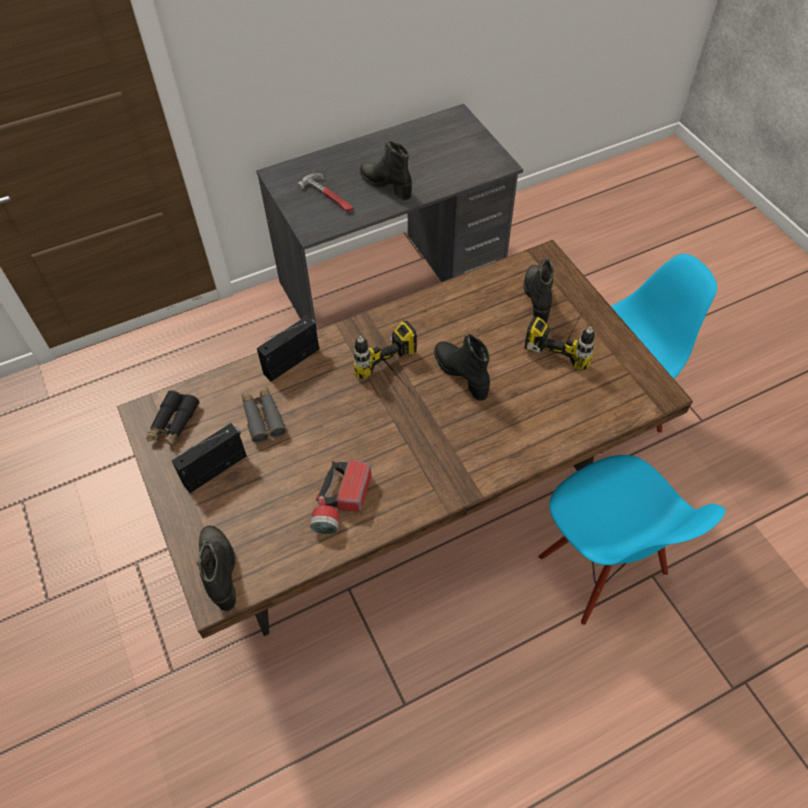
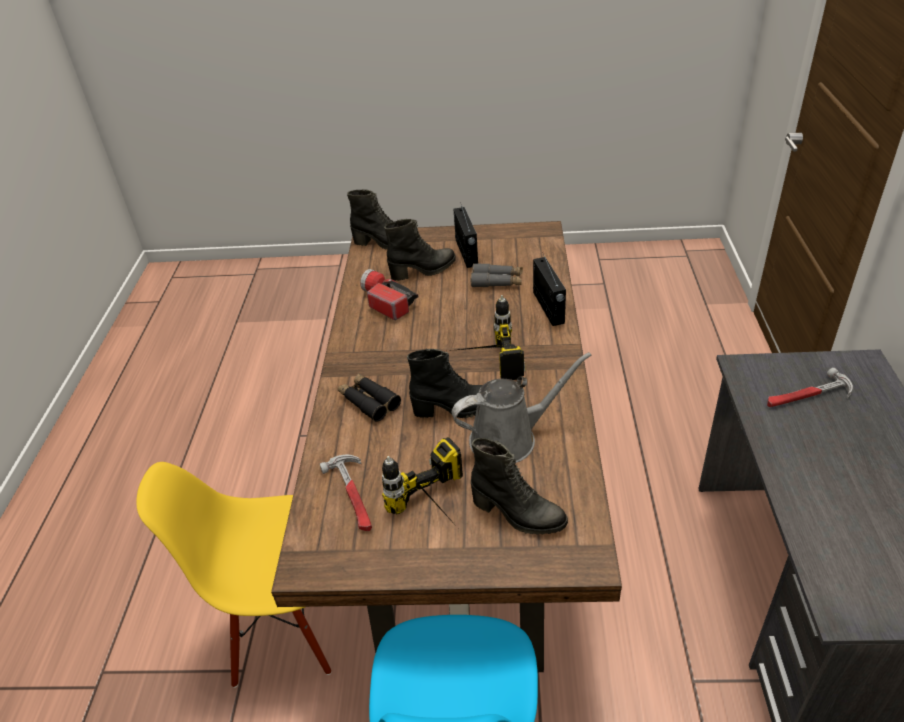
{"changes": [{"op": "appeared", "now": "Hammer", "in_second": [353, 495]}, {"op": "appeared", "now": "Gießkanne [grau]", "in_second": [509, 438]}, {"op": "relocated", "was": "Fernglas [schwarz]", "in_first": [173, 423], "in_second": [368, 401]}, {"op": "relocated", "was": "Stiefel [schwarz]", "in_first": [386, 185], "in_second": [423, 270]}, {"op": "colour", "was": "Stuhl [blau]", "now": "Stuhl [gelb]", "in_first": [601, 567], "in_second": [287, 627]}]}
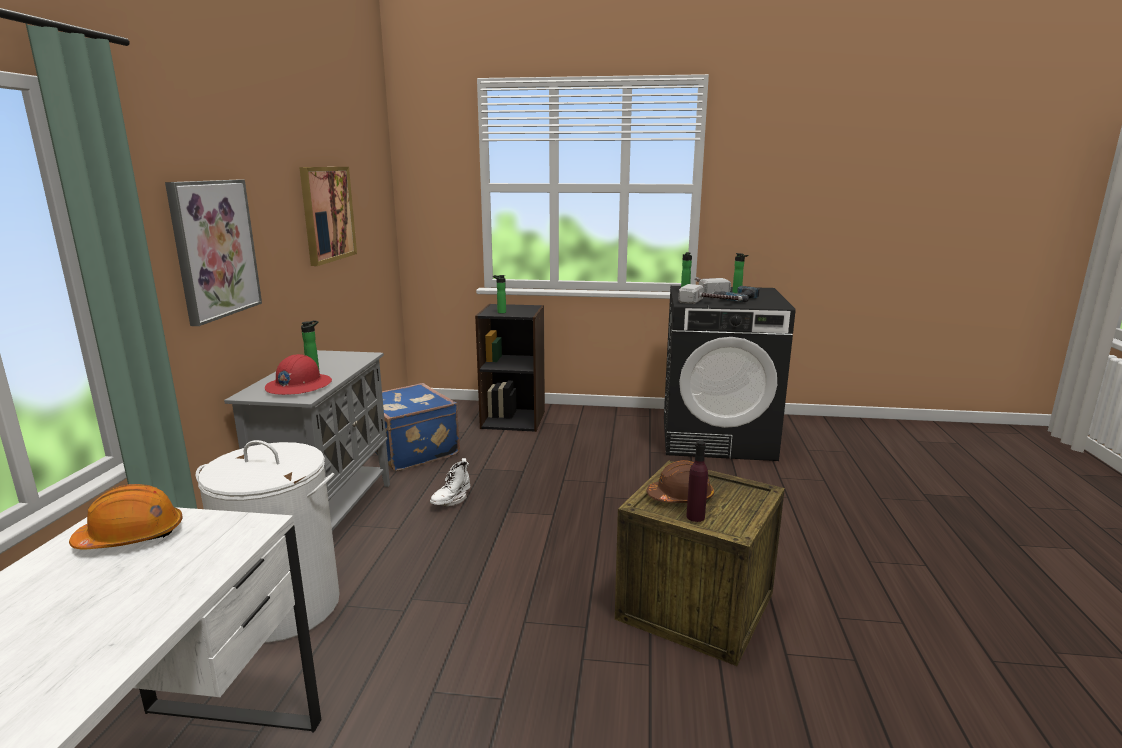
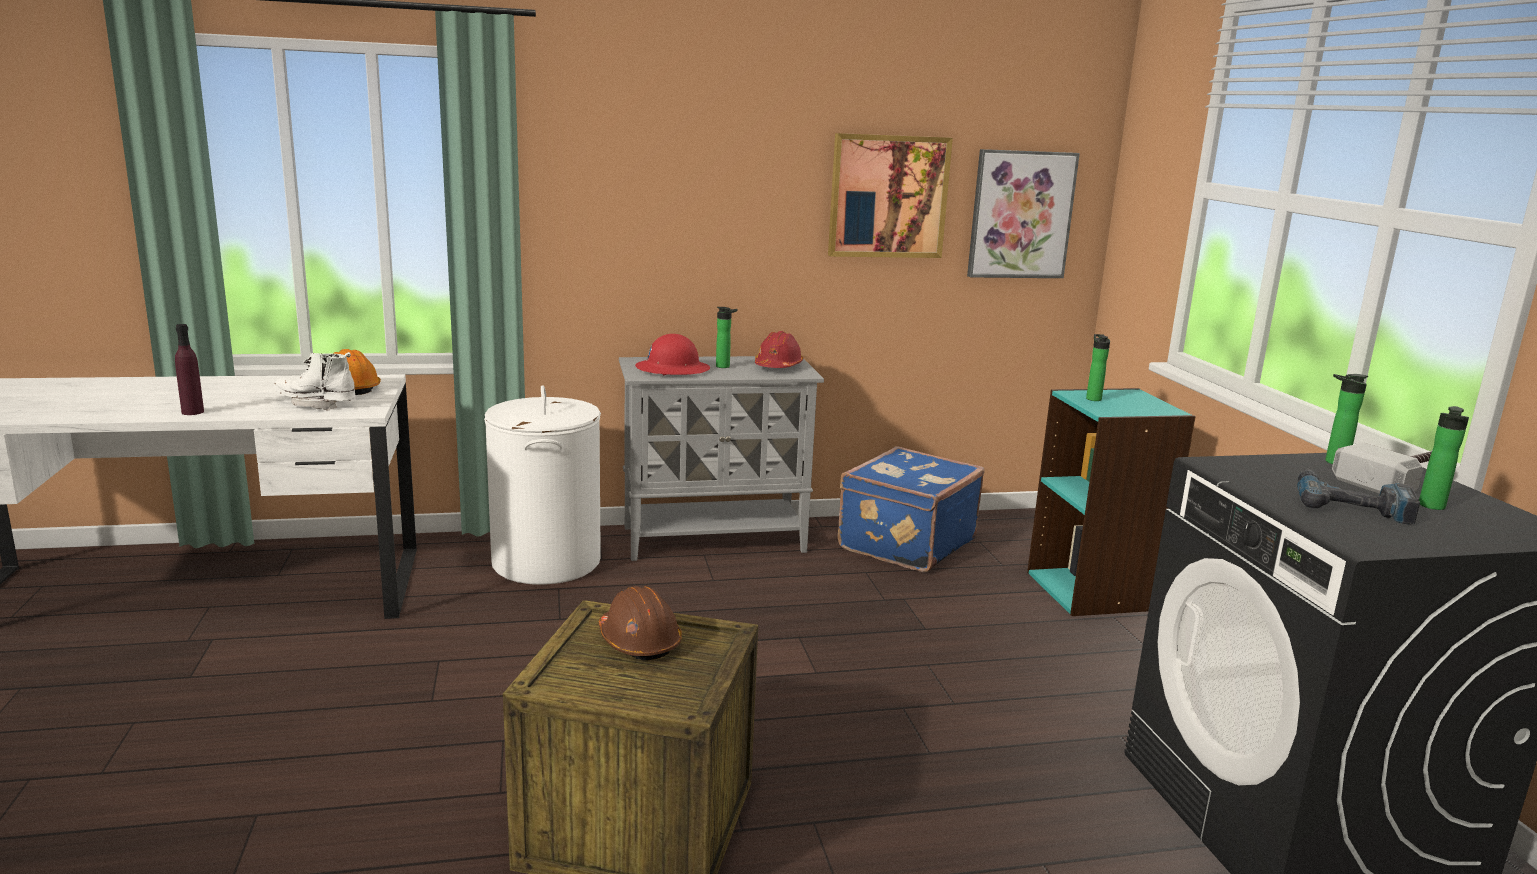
{"changes": [{"op": "missing", "was": "Hammer", "in_first": [710, 303]}, {"op": "appeared", "now": "Schutzhelm [rot]", "in_second": [778, 366]}, {"op": "relocated", "was": "Bild", "in_first": [214, 249], "in_second": [1020, 214]}, {"op": "relocated", "was": "Stiefel [weiß]", "in_first": [451, 501], "in_second": [316, 404]}, {"op": "relocated", "was": "Flasche [lila]", "in_first": [695, 517], "in_second": [192, 412]}, {"op": "colour", "was": "Bücherregal [schwarz]", "now": "Bücherregal [türkis]", "in_first": [513, 419], "in_second": [1093, 590]}]}
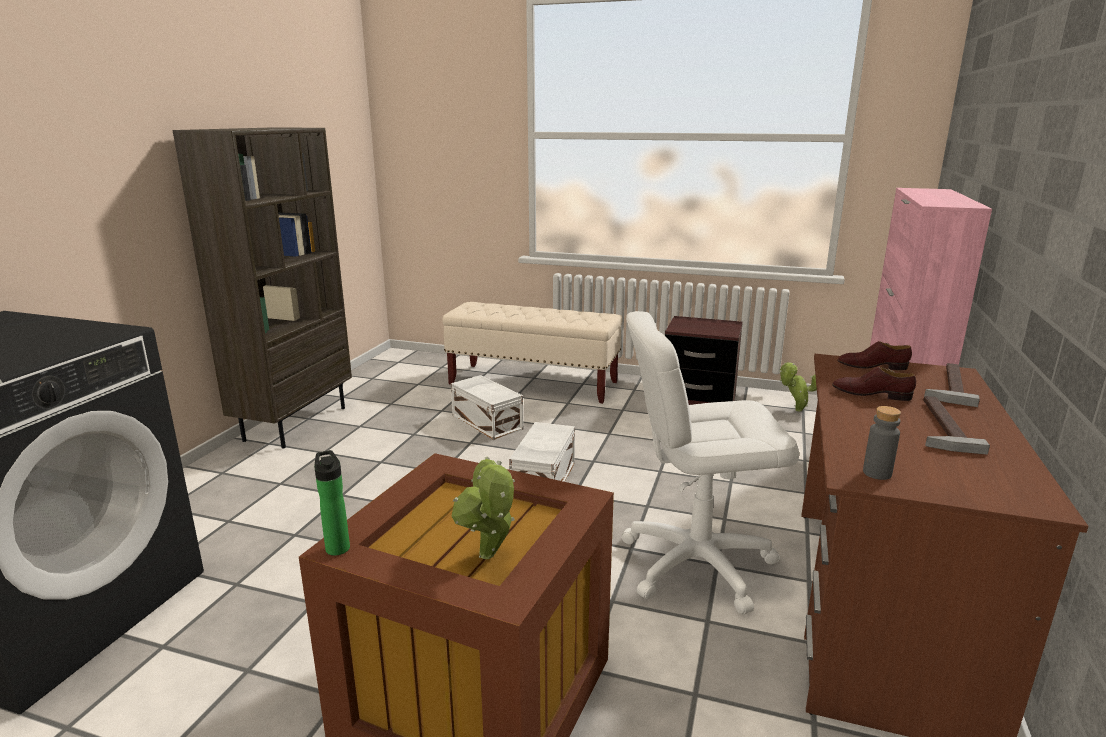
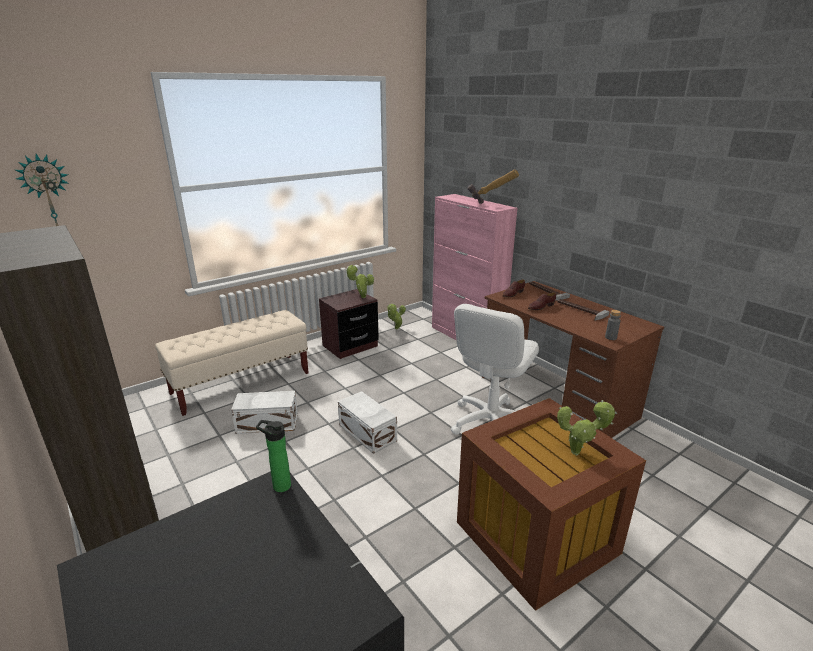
{"changes": [{"op": "appeared", "now": "Wanduhr", "in_second": [47, 194]}, {"op": "appeared", "now": "Topfpflanze", "in_second": [361, 297]}, {"op": "appeared", "now": "Hammer", "in_second": [490, 206]}, {"op": "relocated", "was": "Flasche", "in_first": [337, 546], "in_second": [279, 485]}]}
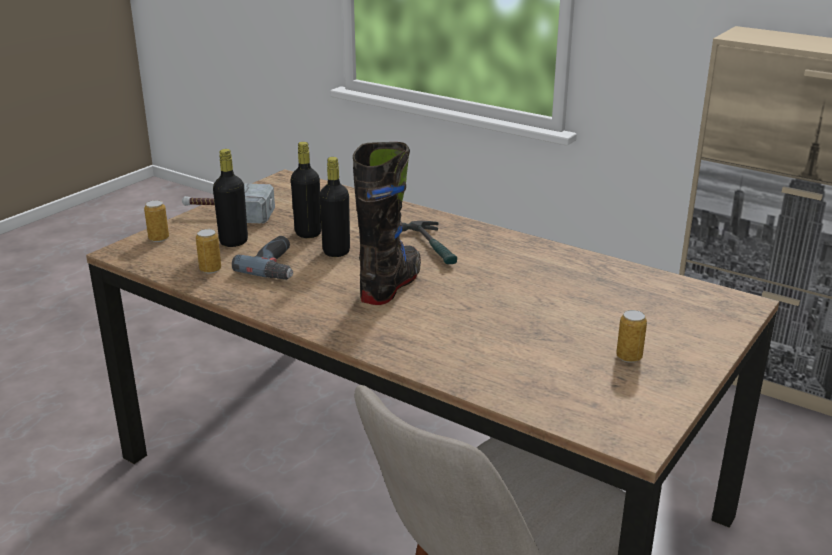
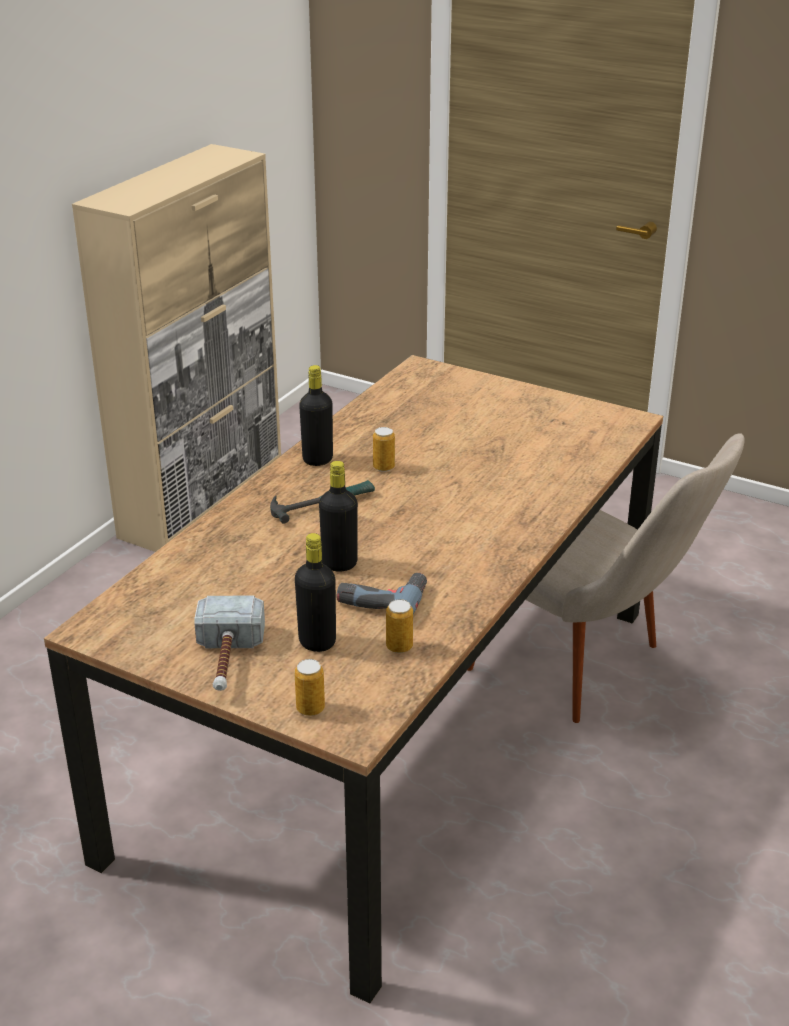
{"changes": [{"op": "missing", "was": "Stiefel [schwarz]", "in_first": [391, 285]}, {"op": "relocated", "was": "Flasche [schwarz]", "in_first": [308, 233], "in_second": [317, 460]}, {"op": "relocated", "was": "Dose", "in_first": [629, 357], "in_second": [384, 467]}]}
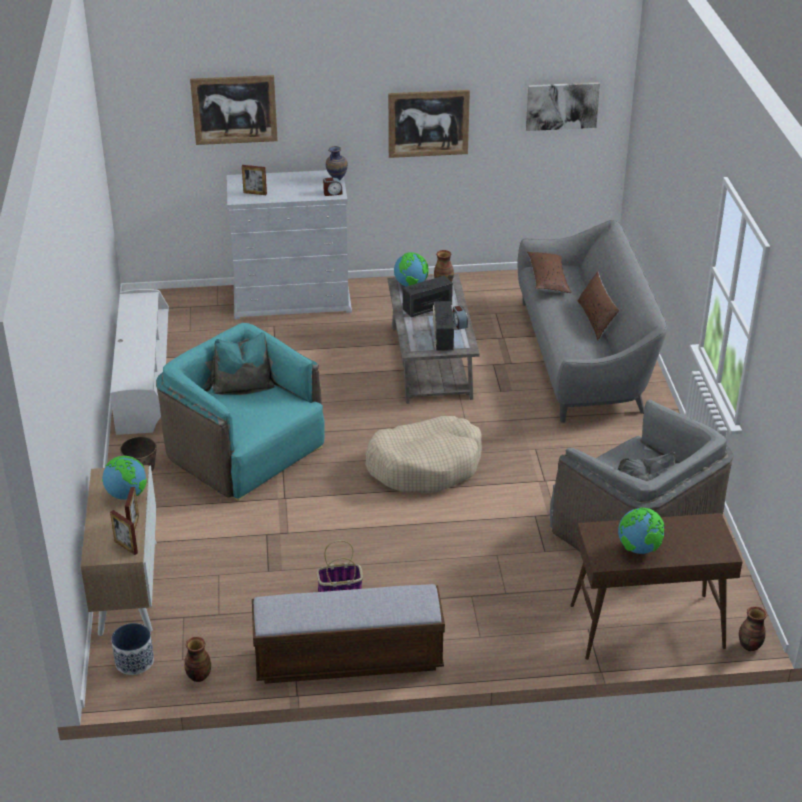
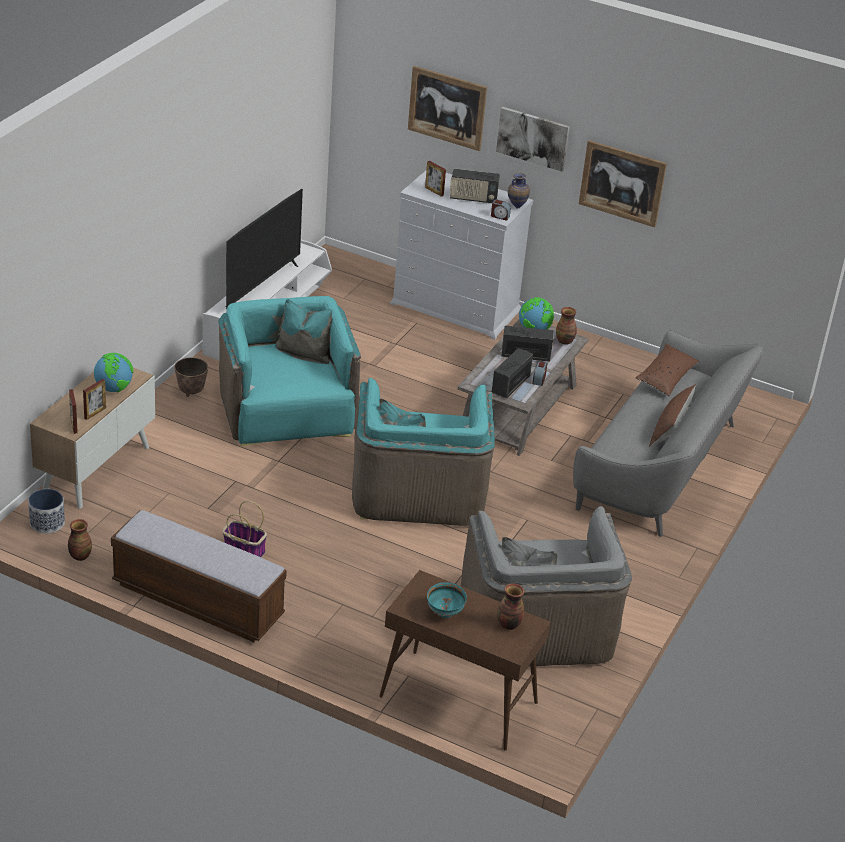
{"changes": [{"op": "appeared", "now": "Fernseher", "in_second": [262, 286]}, {"op": "appeared", "now": "Radio", "in_second": [473, 199]}, {"op": "relocated", "was": "Bild", "in_first": [562, 105], "in_second": [533, 138]}, {"op": "relocated", "was": "Vase", "in_first": [749, 646], "in_second": [508, 624]}, {"op": "exchanged", "was": "Hundebett [beige]", "now": "Sessel [türkis]", "in_first": [425, 465], "in_second": [418, 489]}, {"op": "exchanged", "was": "Globus", "now": "Schüssel [türkis]", "in_first": [639, 549], "in_second": [445, 613]}]}
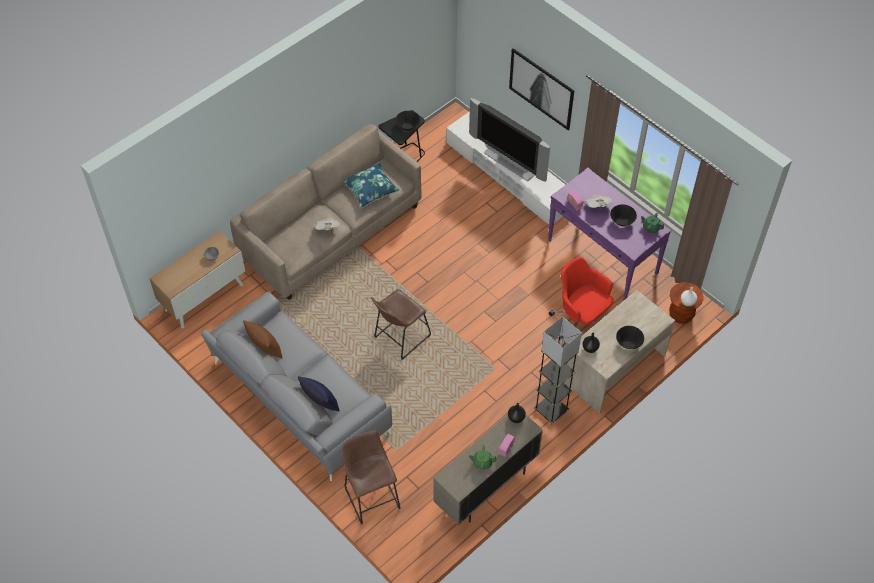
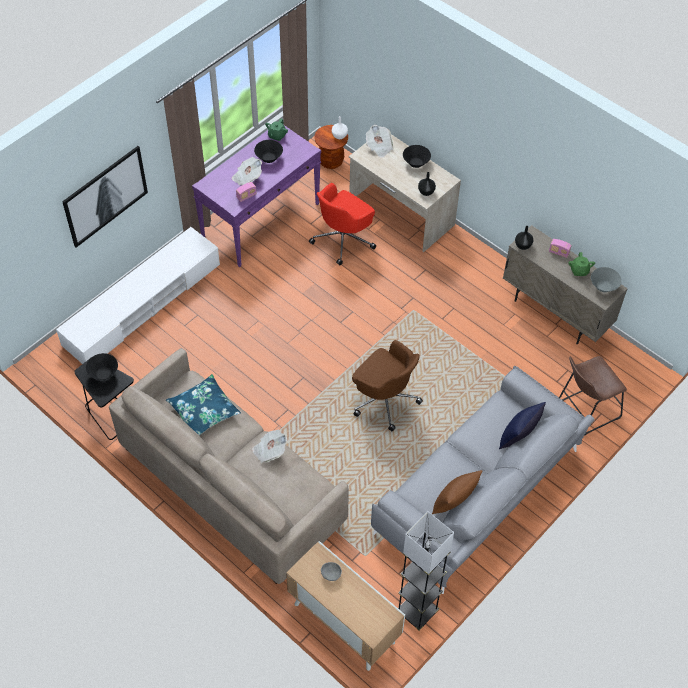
{"changes": [{"op": "missing", "was": "Fernseher", "in_first": [510, 162]}, {"op": "appeared", "now": "Zeitung", "in_second": [379, 147]}, {"op": "appeared", "now": "Schüssel [grau]", "in_second": [603, 286]}, {"op": "relocated", "was": "Stehlampe [grau]", "in_first": [551, 410], "in_second": [417, 612]}, {"op": "exchanged", "was": "Hocker [braun]", "now": "Bürostuhl [braun]", "in_first": [400, 338], "in_second": [384, 399]}]}
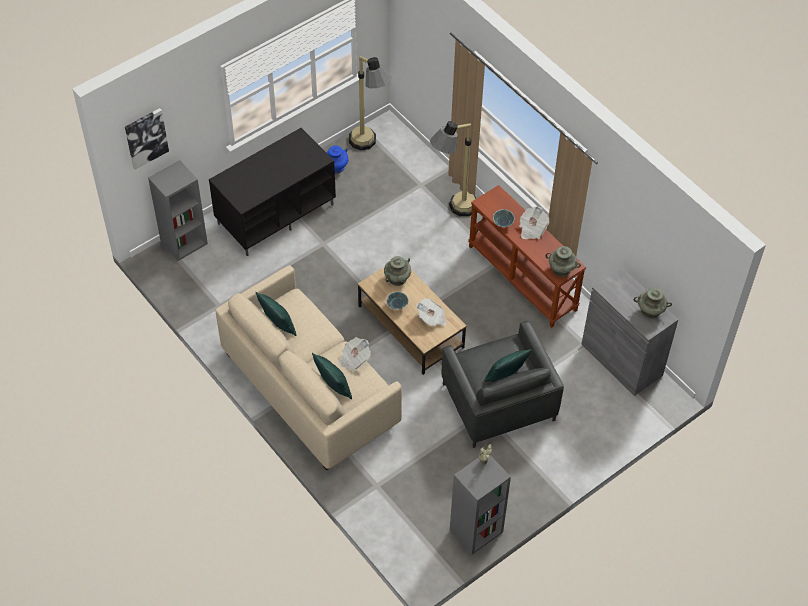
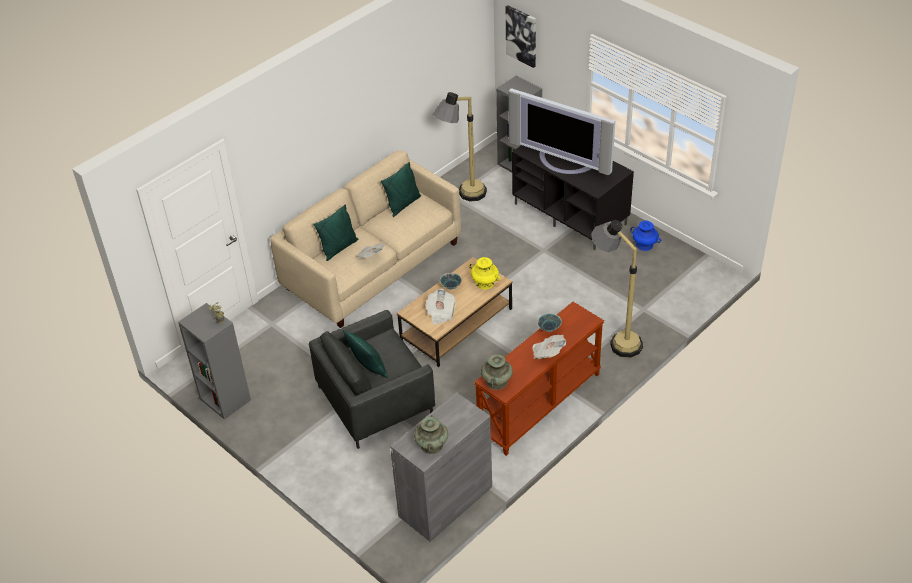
{"changes": [{"op": "appeared", "now": "Fernseher", "in_second": [564, 161]}, {"op": "relocated", "was": "Stehlampe", "in_first": [369, 148], "in_second": [462, 198]}, {"op": "colour", "was": "Vase [türkis]", "now": "Vase [gelb]", "in_first": [397, 278], "in_second": [485, 283]}]}
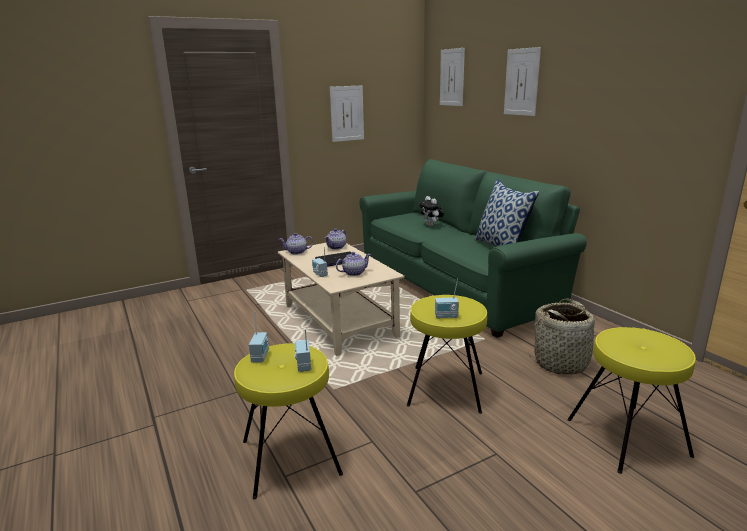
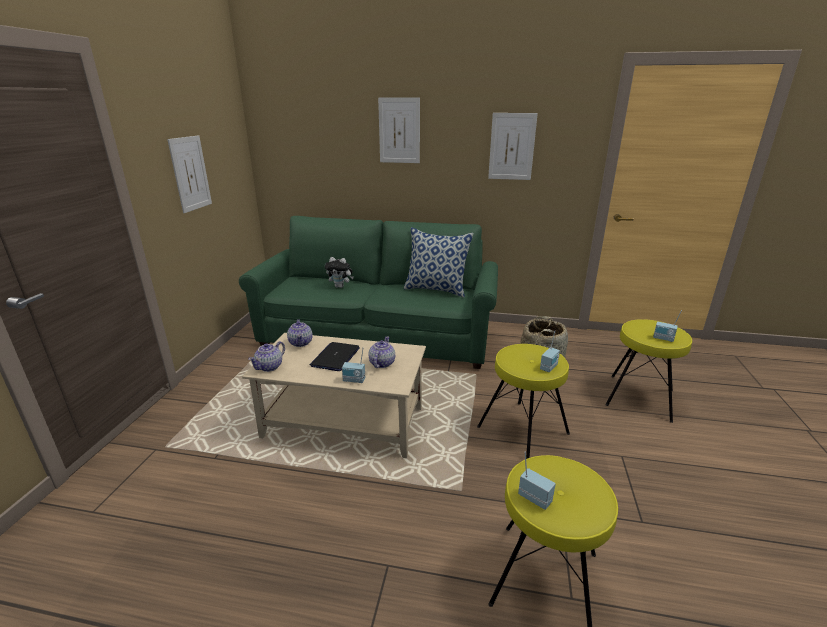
{"changes": [{"op": "relocated", "was": "Radio", "in_first": [303, 365], "in_second": [663, 339]}, {"op": "relocated", "was": "Bild", "in_first": [452, 77], "in_second": [512, 147]}]}
